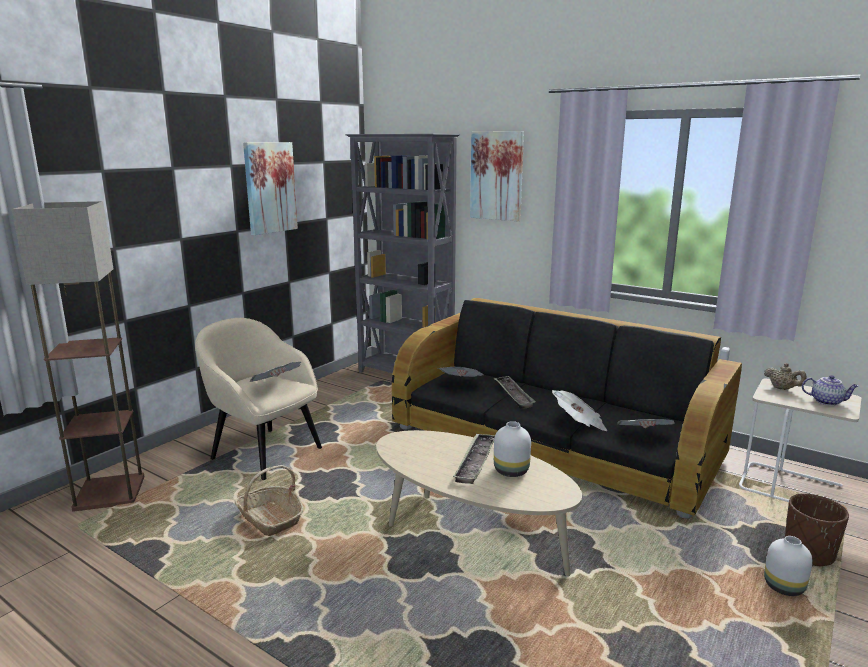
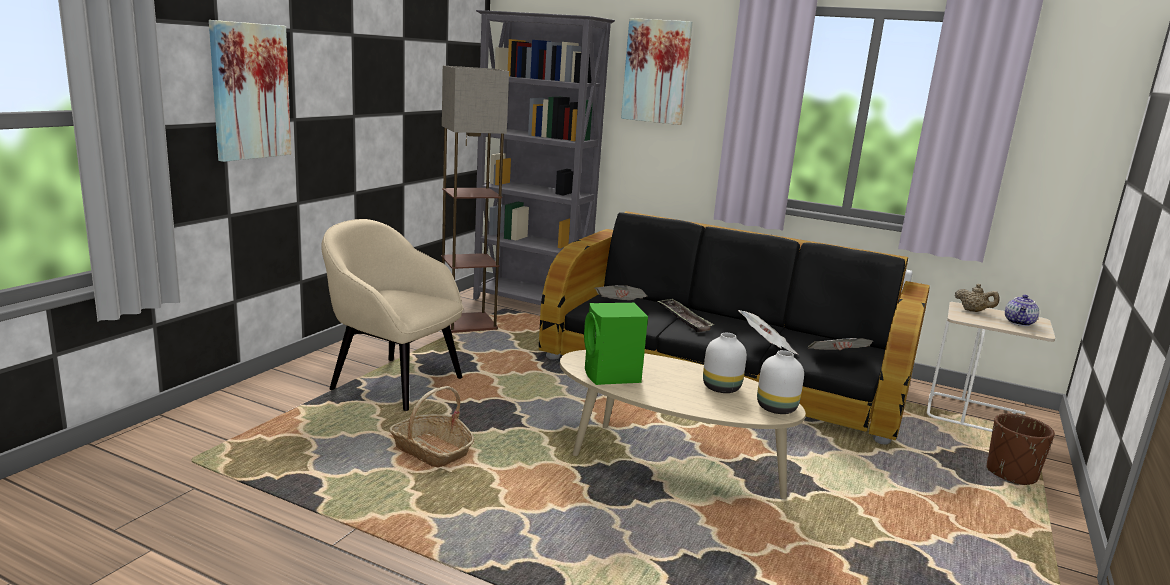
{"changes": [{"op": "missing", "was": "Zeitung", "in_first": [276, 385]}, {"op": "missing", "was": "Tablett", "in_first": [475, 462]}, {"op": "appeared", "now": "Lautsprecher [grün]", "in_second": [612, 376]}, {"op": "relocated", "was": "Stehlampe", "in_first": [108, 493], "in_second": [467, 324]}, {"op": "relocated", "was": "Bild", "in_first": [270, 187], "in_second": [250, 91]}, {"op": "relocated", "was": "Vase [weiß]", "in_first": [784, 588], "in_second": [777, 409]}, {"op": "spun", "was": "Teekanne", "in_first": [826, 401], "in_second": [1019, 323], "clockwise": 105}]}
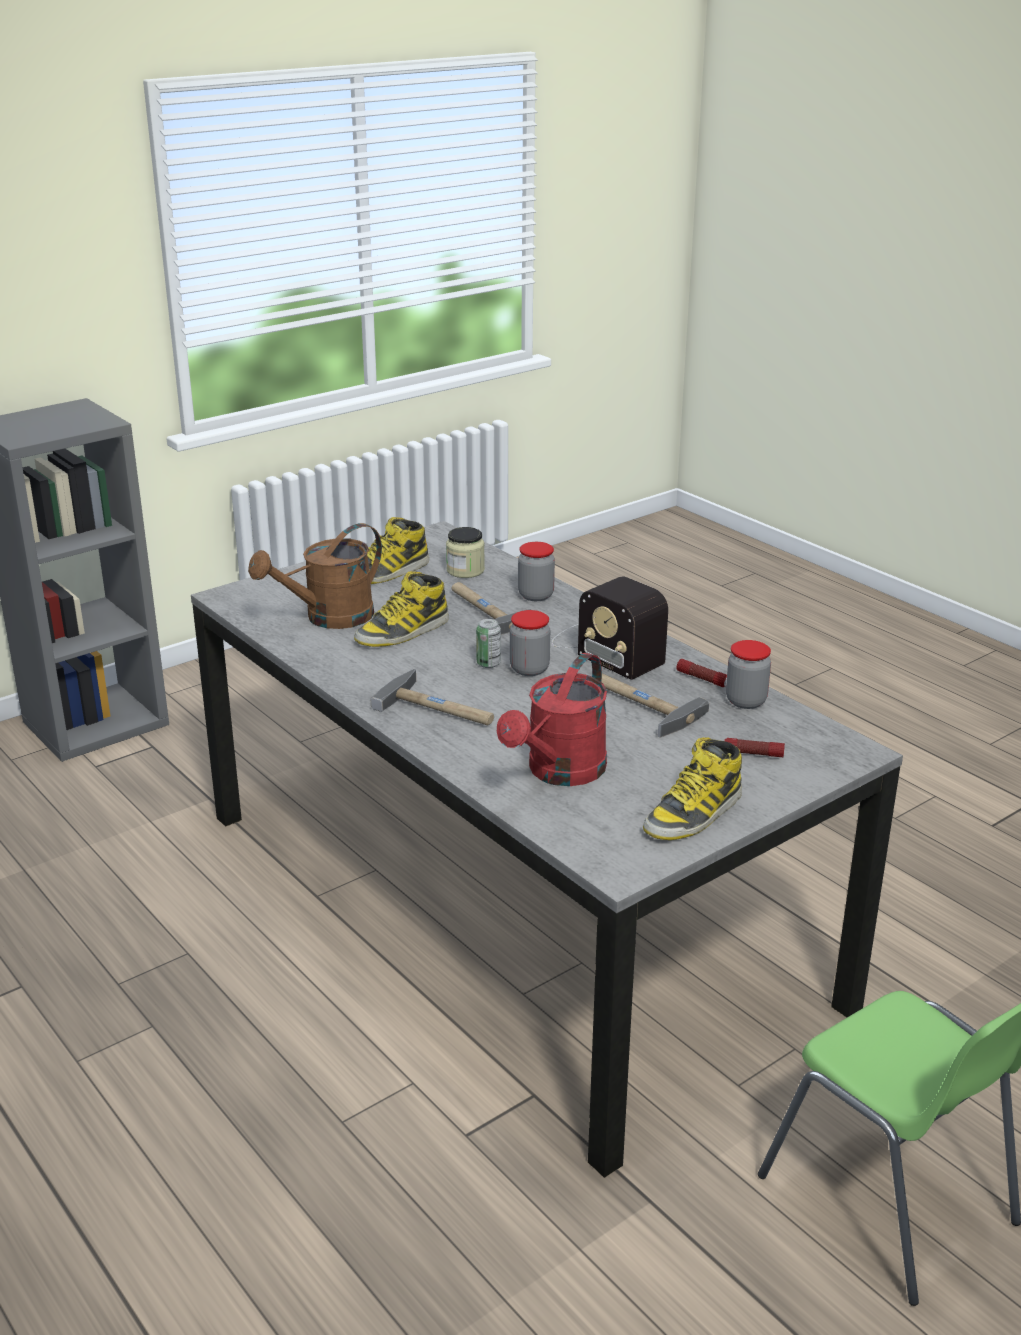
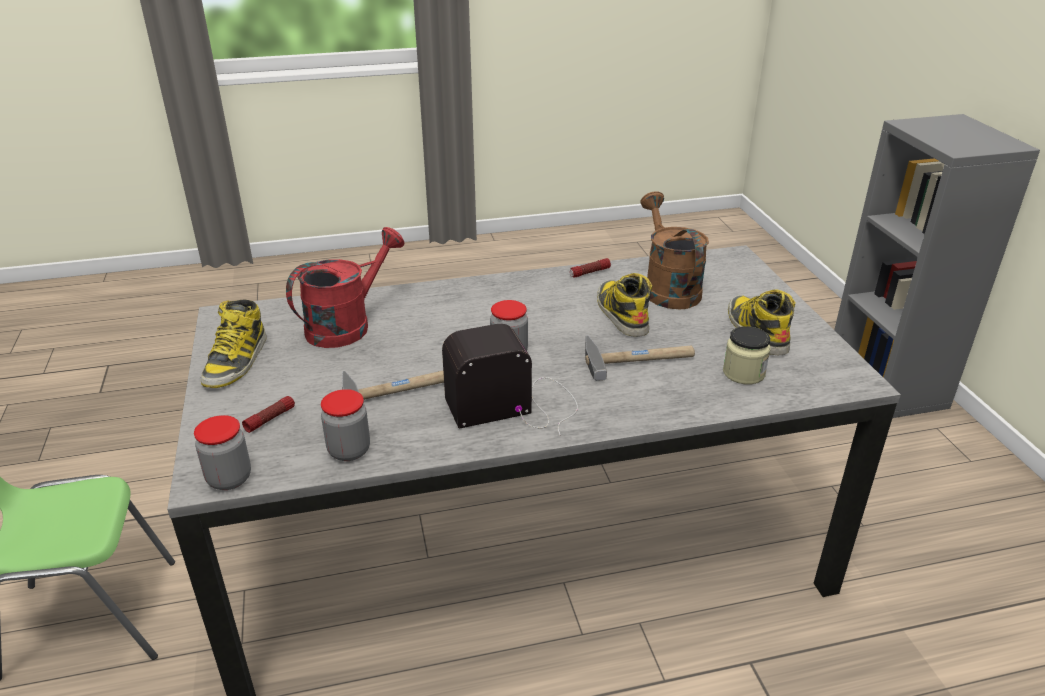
{"changes": [{"op": "missing", "was": "Hammer", "in_first": [439, 708]}, {"op": "missing", "was": "Dose", "in_first": [488, 663]}, {"op": "relocated", "was": "Vorratsglas", "in_first": [536, 595], "in_second": [229, 479]}, {"op": "relocated", "was": "Taschenlampe", "in_first": [702, 679], "in_second": [589, 272]}, {"op": "spun", "was": "Gießkanne [rot]", "in_first": [559, 773], "in_second": [347, 325], "clockwise": 75}, {"op": "spun", "was": "Stiefel", "in_first": [694, 814], "in_second": [236, 361], "clockwise": -150}]}
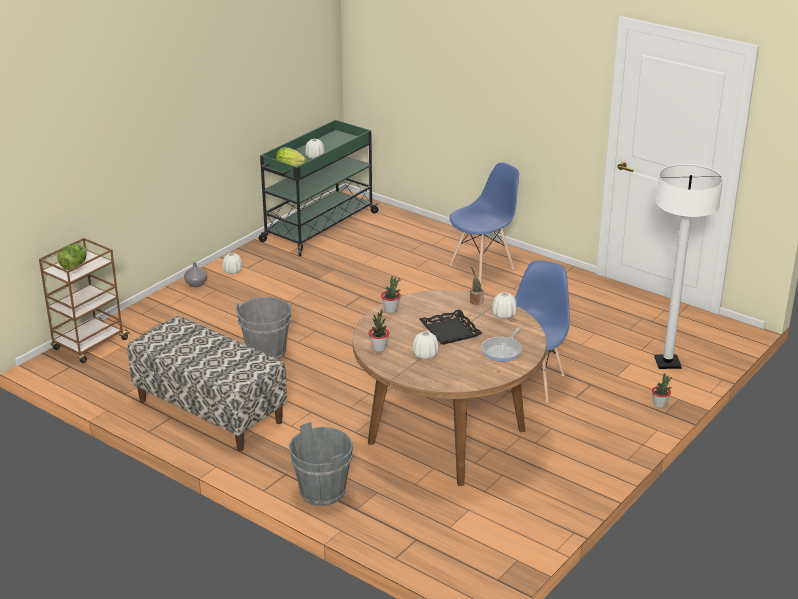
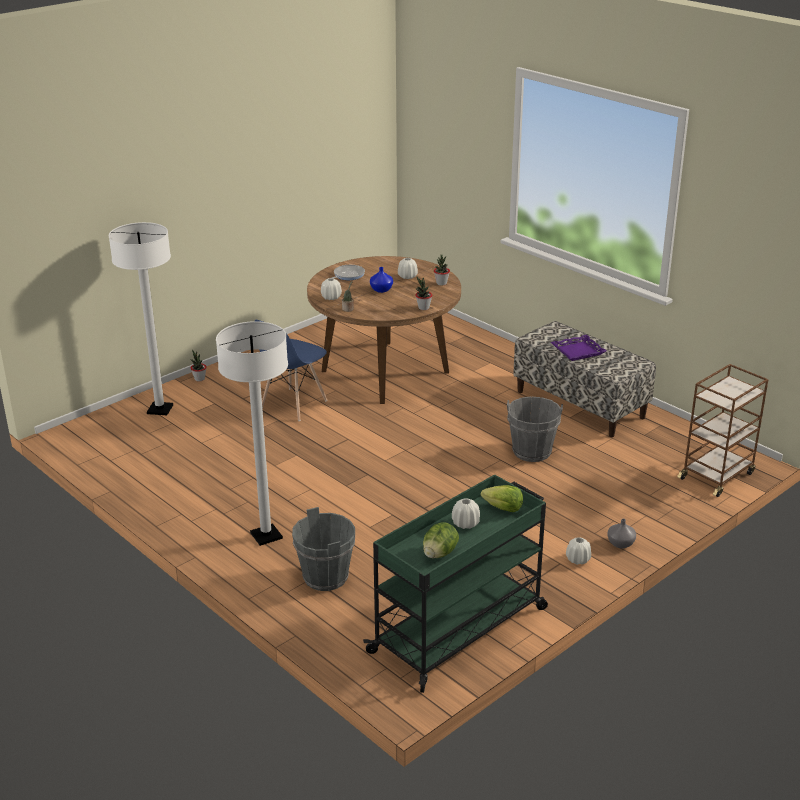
{"changes": [{"op": "appeared", "now": "Tablett [lila]", "in_second": [578, 351]}, {"op": "relocated", "was": "Salatkopf", "in_first": [74, 266], "in_second": [439, 553]}, {"op": "relocated", "was": "Eimer [grau]", "in_first": [322, 492], "in_second": [326, 577]}, {"op": "exchanged", "was": "Tablett [schwarz]", "now": "Vase [blau]", "in_first": [450, 331], "in_second": [381, 290]}, {"op": "exchanged", "was": "Stuhl [blau]", "now": "Stehlampe [weiß]", "in_first": [482, 266], "in_second": [266, 536]}]}
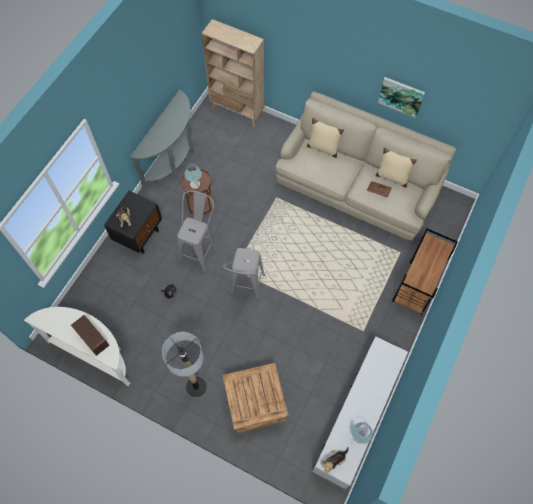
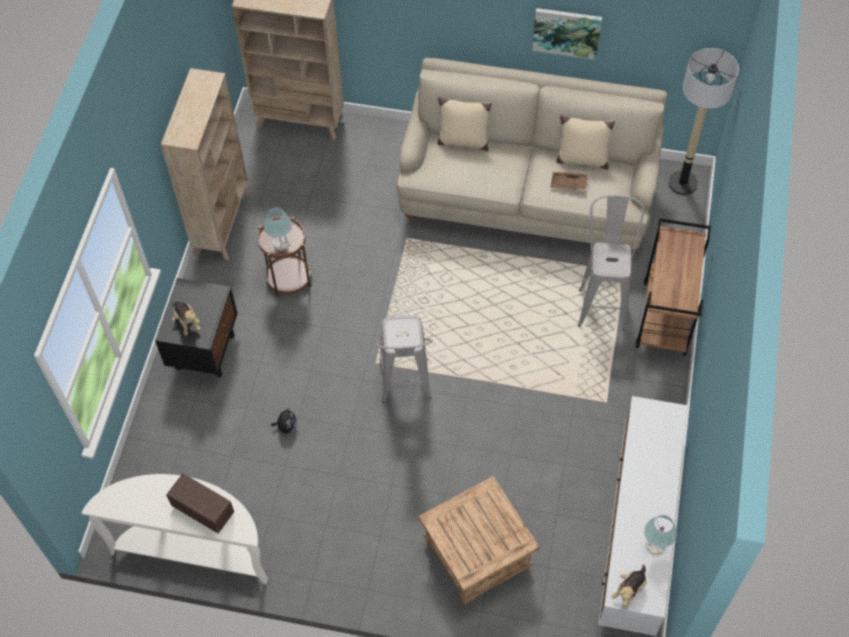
{"changes": [{"op": "relocated", "was": "Stehlampe", "in_first": [196, 387], "in_second": [683, 183]}, {"op": "relocated", "was": "Hocker [grau]", "in_first": [200, 251], "in_second": [602, 301]}, {"op": "exchanged", "was": "Konsolentisch [grau]", "now": "Bücherregal [beige]", "in_first": [174, 161], "in_second": [223, 222]}]}
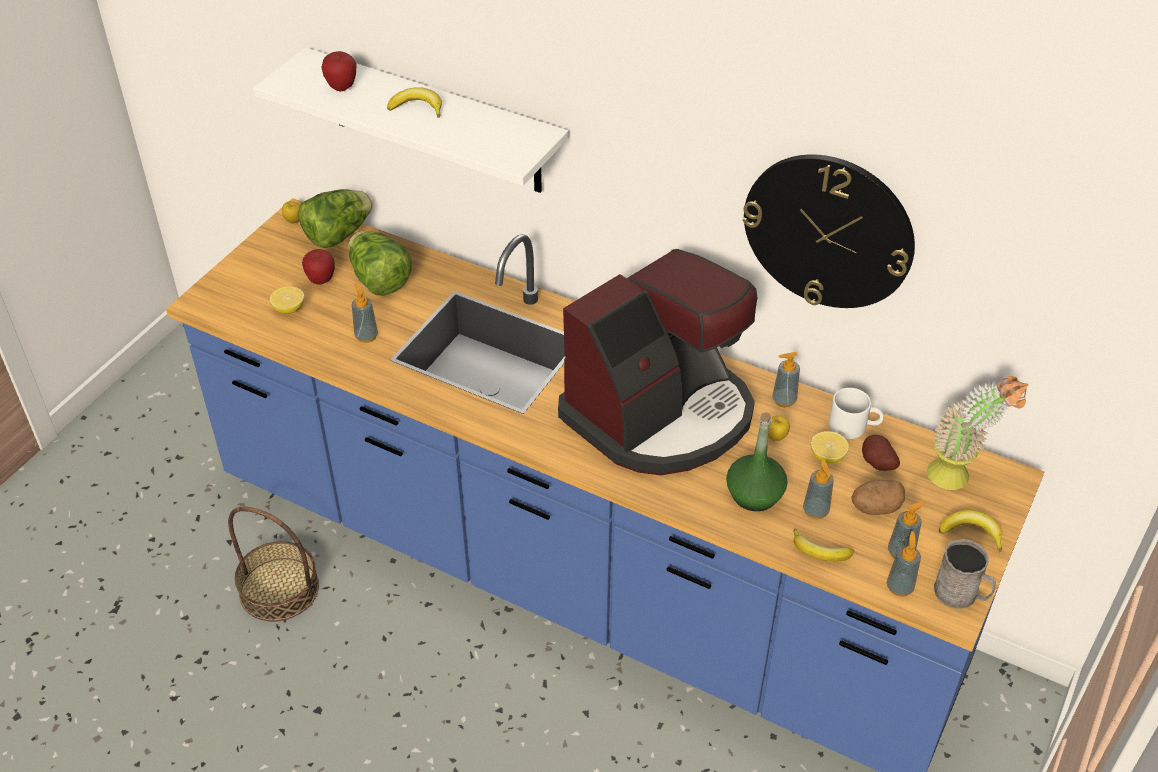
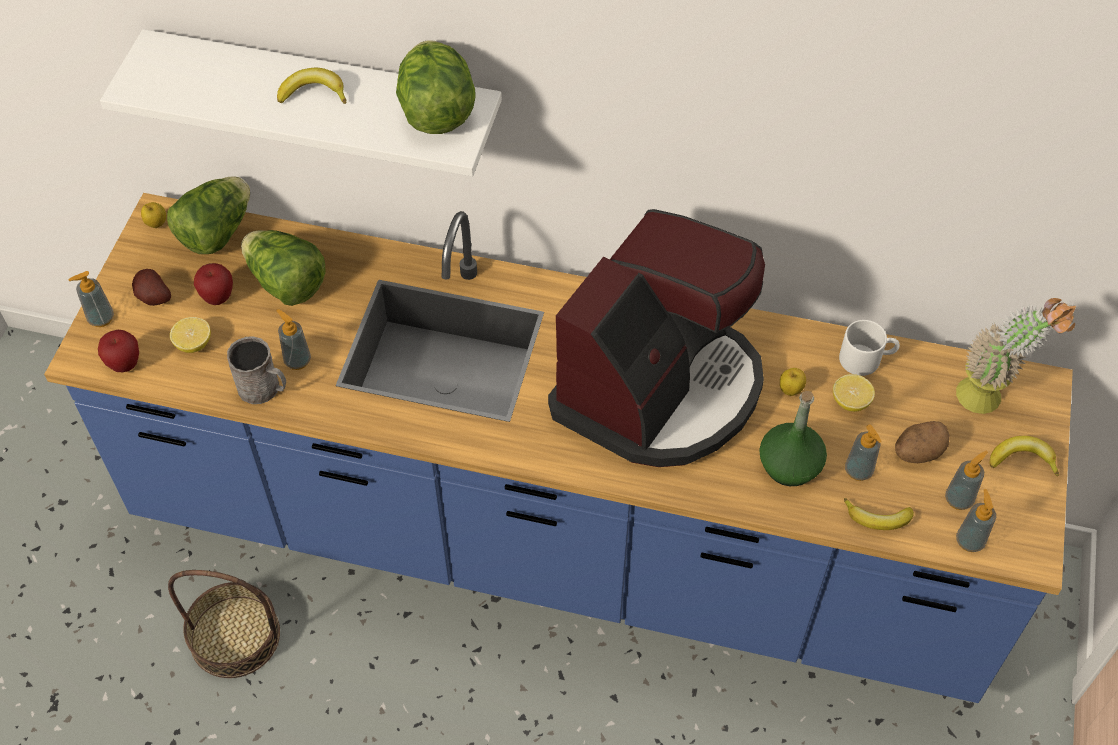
{"changes": [{"op": "missing", "was": "Wanduhr", "in_first": [828, 231]}, {"op": "appeared", "now": "Salatkopf", "in_second": [436, 113]}, {"op": "relocated", "was": "Apfel", "in_first": [342, 87], "in_second": [125, 364]}, {"op": "relocated", "was": "Seifenspender", "in_first": [784, 400], "in_second": [101, 318]}, {"op": "relocated", "was": "Kartoffel", "in_first": [876, 464], "in_second": [153, 298]}, {"op": "relocated", "was": "Henkelbecher [grau]", "in_first": [961, 594], "in_second": [264, 389]}]}
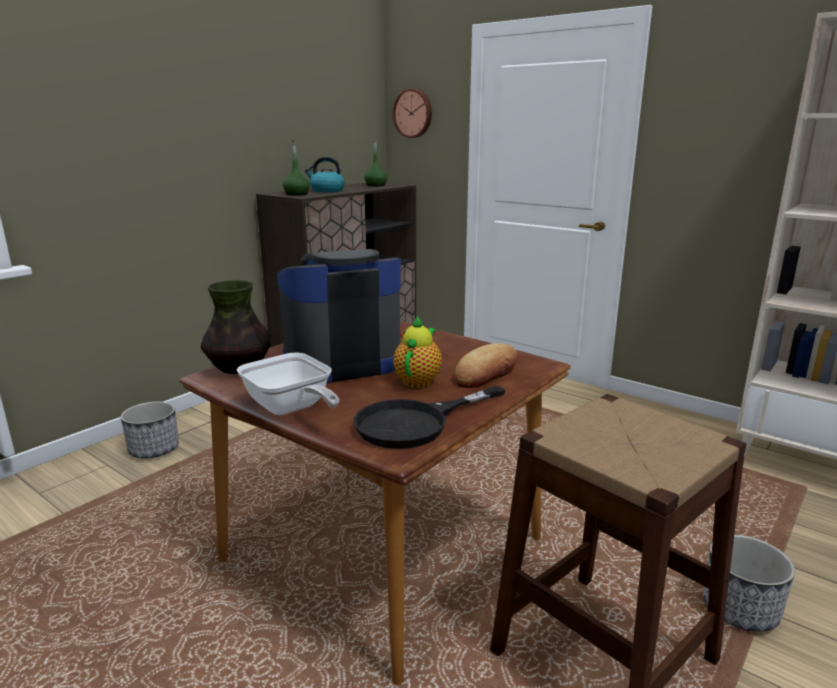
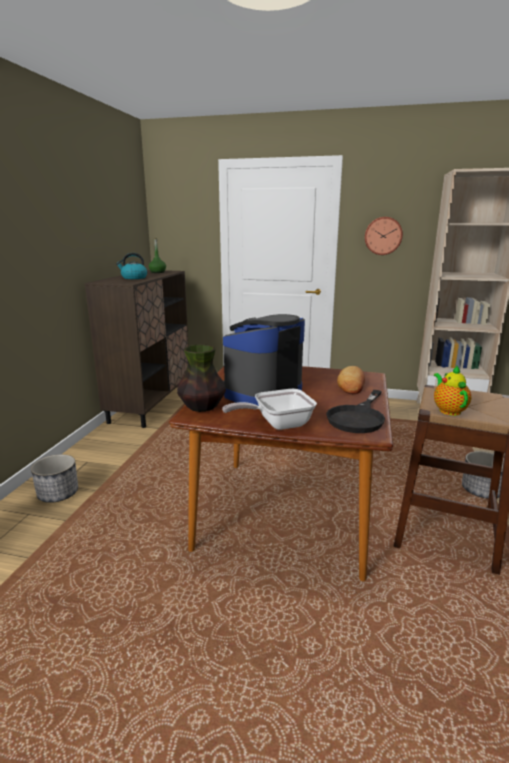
{"changes": [{"op": "missing", "was": "Flasche [grün]", "in_first": [297, 194]}, {"op": "relocated", "was": "Wanduhr", "in_first": [413, 113], "in_second": [383, 236]}, {"op": "relocated", "was": "Teekanne", "in_first": [418, 380], "in_second": [448, 410]}, {"op": "spun", "was": "Pfanne", "in_first": [291, 409], "in_second": [277, 424], "clockwise": 135}]}
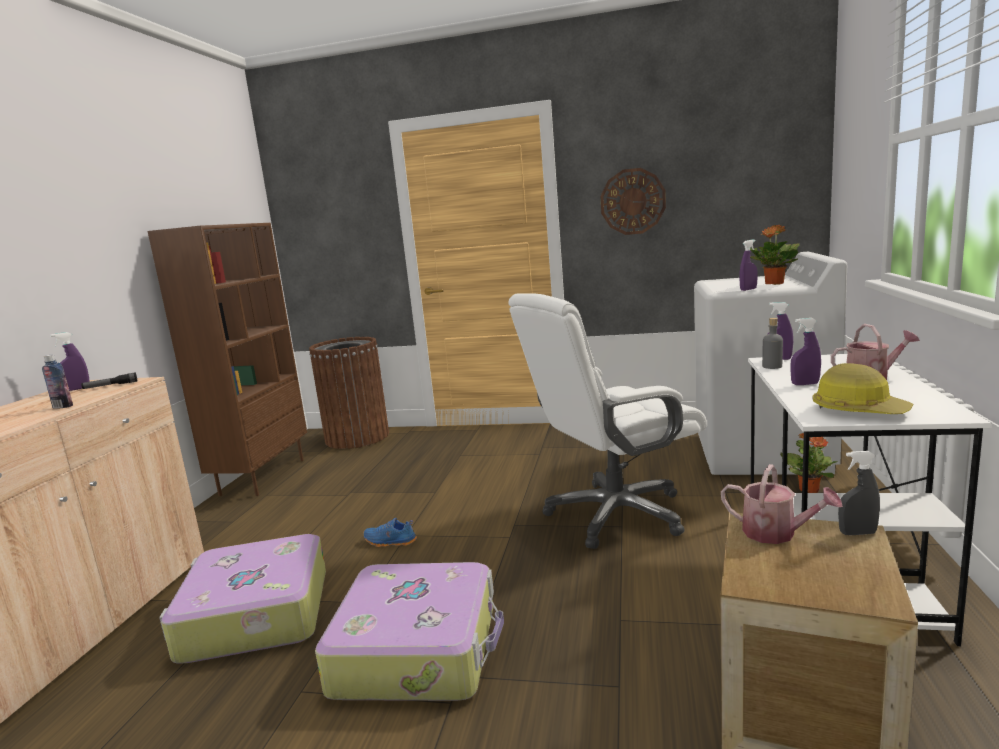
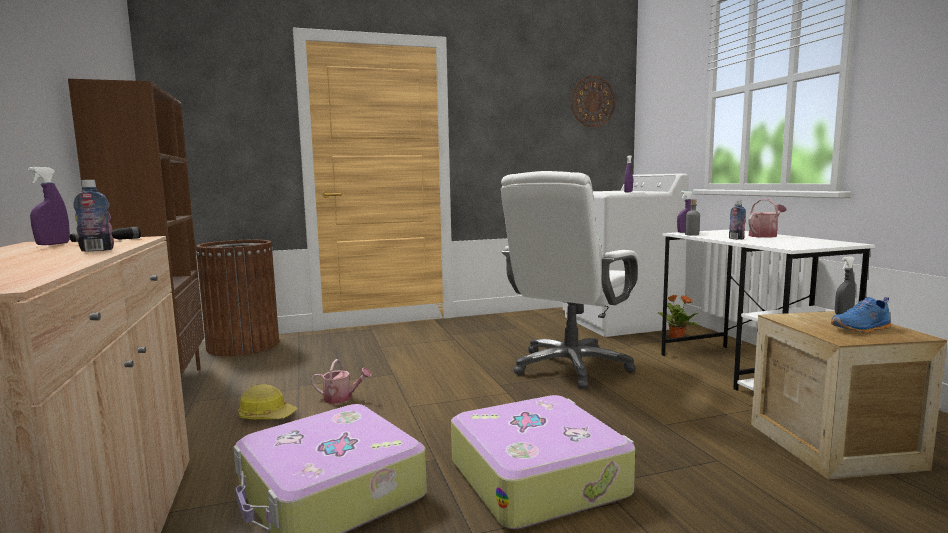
{"changes": [{"op": "missing", "was": "Topfpflanze", "in_first": [773, 283]}, {"op": "relocated", "was": "Schuh [blau]", "in_first": [390, 542], "in_second": [862, 329]}, {"op": "relocated", "was": "Wanduhr", "in_first": [632, 201], "in_second": [592, 101]}, {"op": "relocated", "was": "Gießkanne", "in_first": [776, 533], "in_second": [342, 398]}, {"op": "relocated", "was": "Schutzhelm", "in_first": [858, 410], "in_second": [267, 415]}, {"op": "exchanged", "was": "Sprühflasche [lila]", "now": "Flasche", "in_first": [805, 384], "in_second": [736, 239]}]}
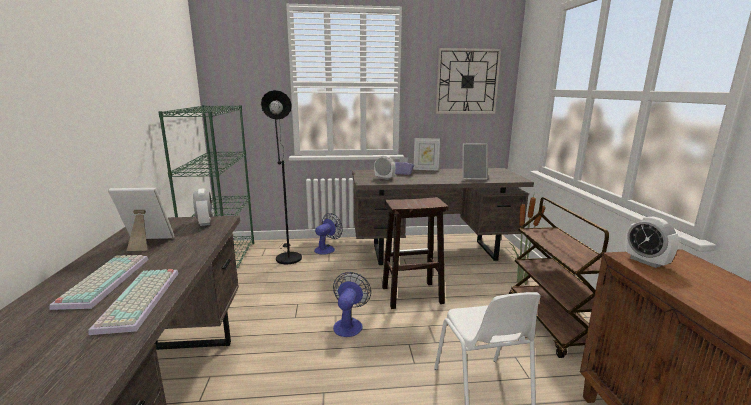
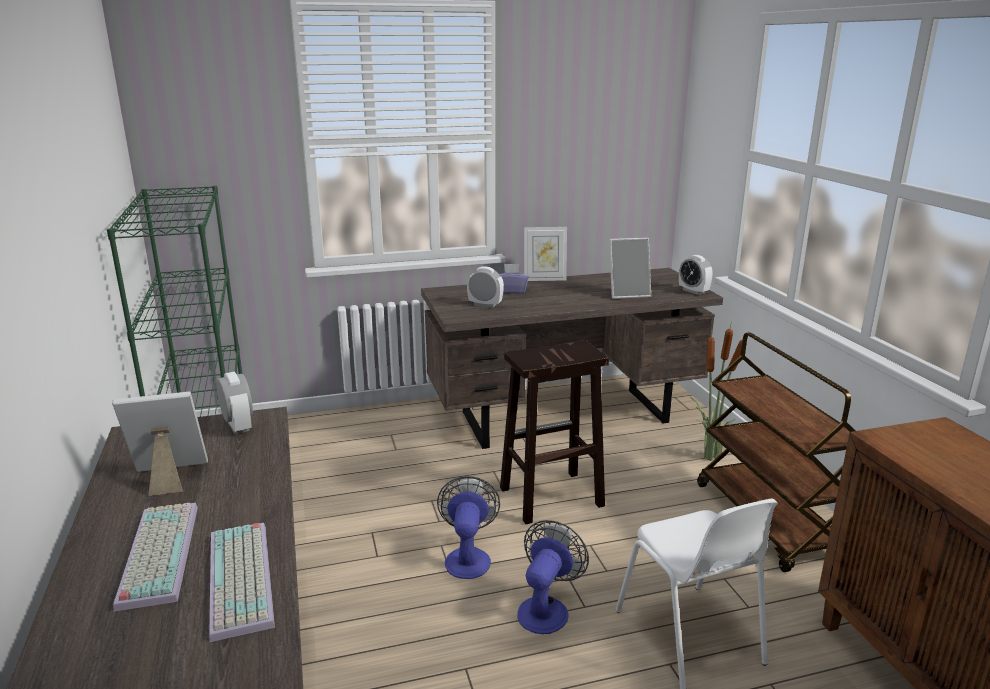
{"changes": [{"op": "missing", "was": "Stehlampe [schwarz]", "in_first": [287, 256]}, {"op": "missing", "was": "Wanduhr", "in_first": [467, 81]}, {"op": "relocated", "was": "Ventilator", "in_first": [327, 249], "in_second": [546, 608]}, {"op": "relocated", "was": "Wecker", "in_first": [646, 261], "in_second": [693, 291]}]}
